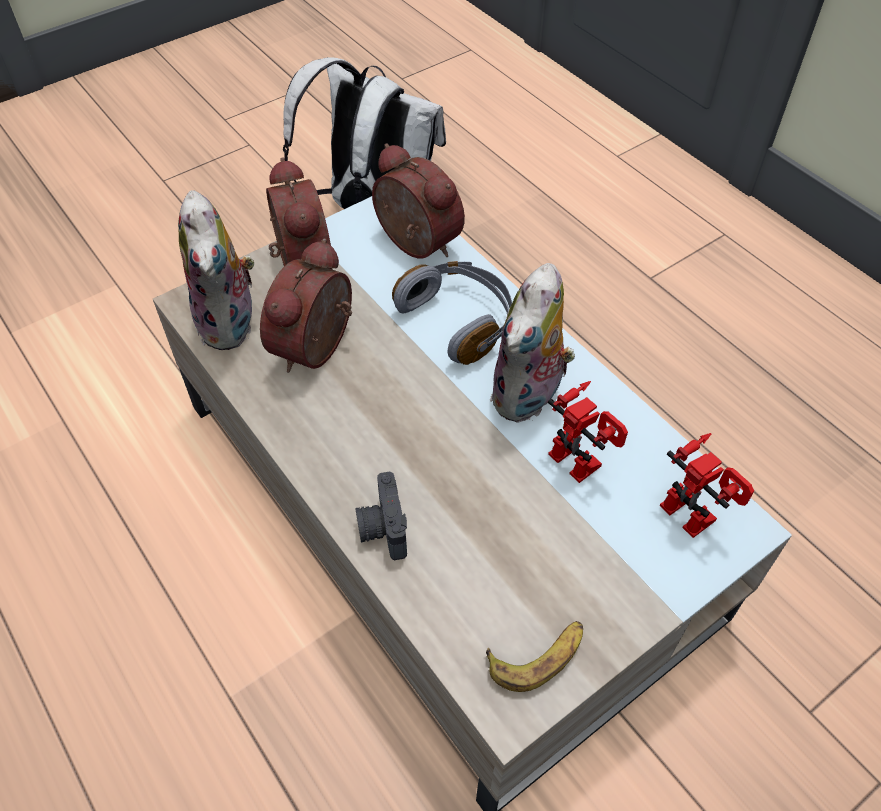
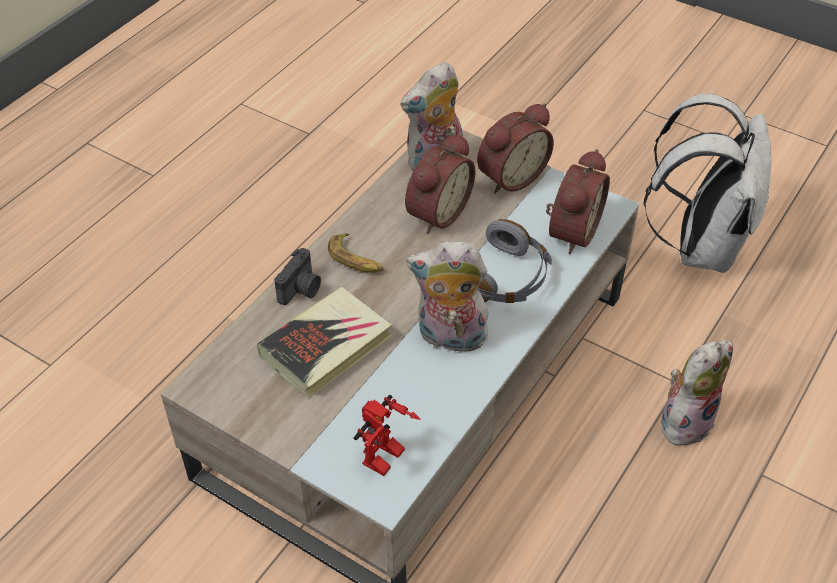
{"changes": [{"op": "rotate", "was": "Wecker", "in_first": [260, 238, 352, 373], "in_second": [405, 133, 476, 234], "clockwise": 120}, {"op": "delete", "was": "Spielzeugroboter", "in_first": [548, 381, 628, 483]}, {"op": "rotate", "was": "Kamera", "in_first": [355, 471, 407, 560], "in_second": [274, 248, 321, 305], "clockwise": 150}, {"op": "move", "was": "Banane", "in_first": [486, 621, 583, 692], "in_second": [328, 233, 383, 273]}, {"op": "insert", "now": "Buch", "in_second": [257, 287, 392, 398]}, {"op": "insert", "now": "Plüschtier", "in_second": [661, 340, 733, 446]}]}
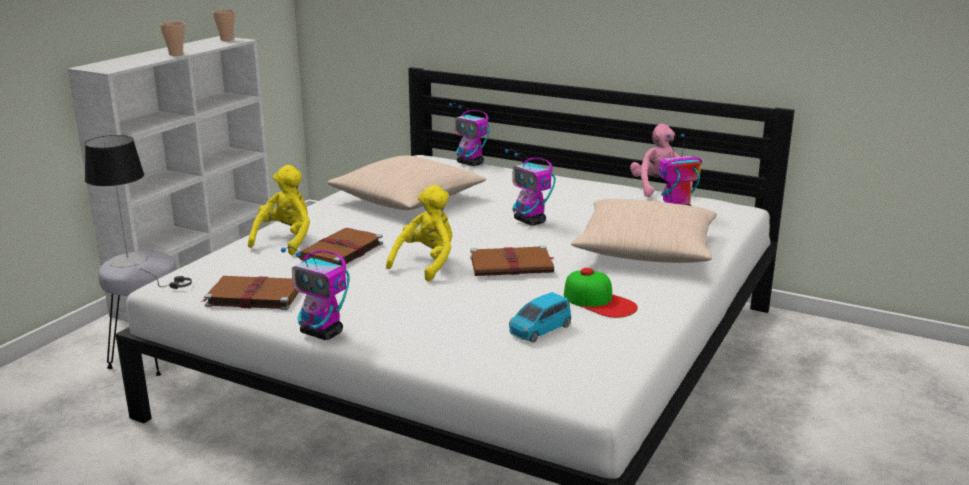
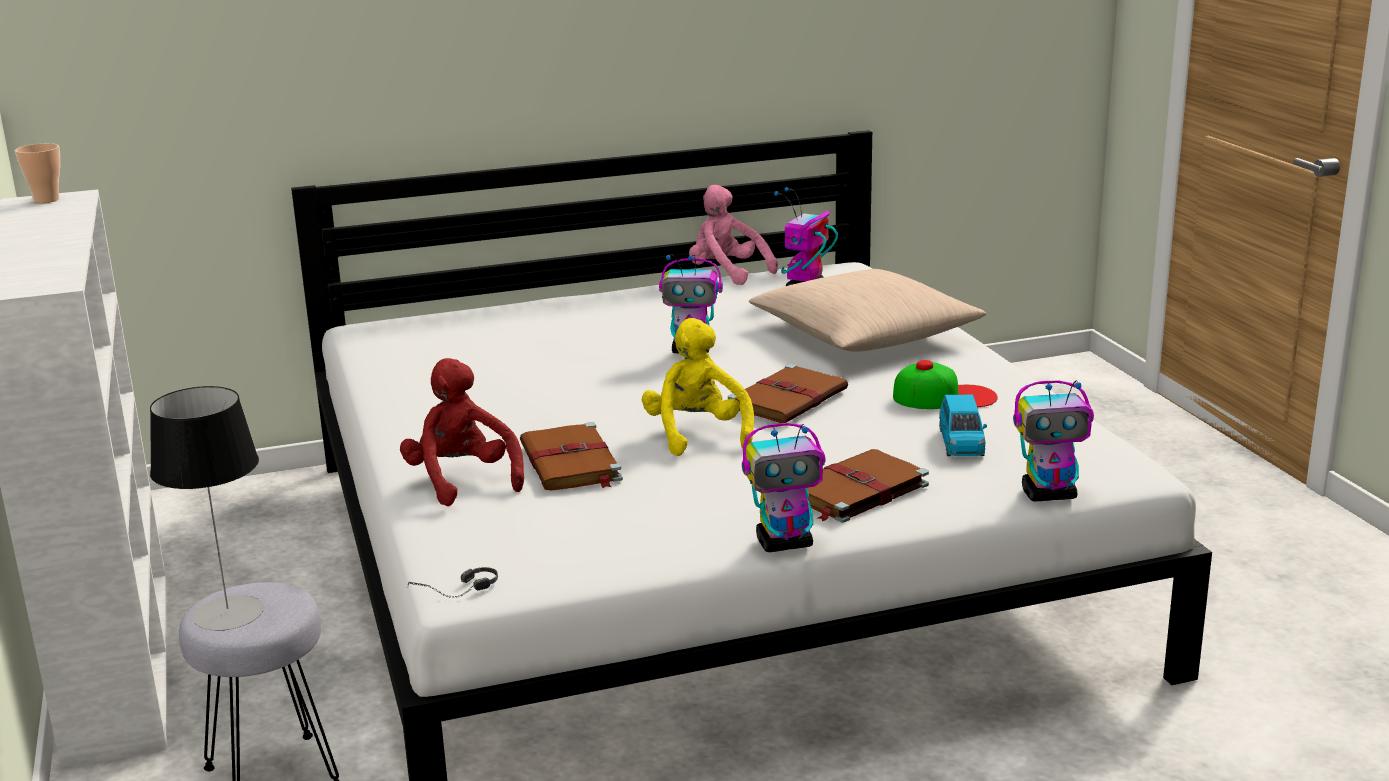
{"changes": [{"op": "delete", "was": "Tasse", "in_first": [160, 22, 185, 56]}, {"op": "move", "was": "Spielzeugroboter", "in_first": [449, 103, 490, 166], "in_second": [1013, 380, 1094, 502]}, {"op": "delete", "was": "Kissen (beige)", "in_first": [327, 156, 486, 210]}, {"op": "recolor", "was": "Plüschtier (gelb)", "now": "Plüschtier (rot)", "in_first": [248, 165, 310, 255], "in_second": [400, 358, 524, 506]}, {"op": "move", "was": "Buch (braun)", "in_first": [201, 276, 299, 310], "in_second": [807, 449, 929, 523]}]}
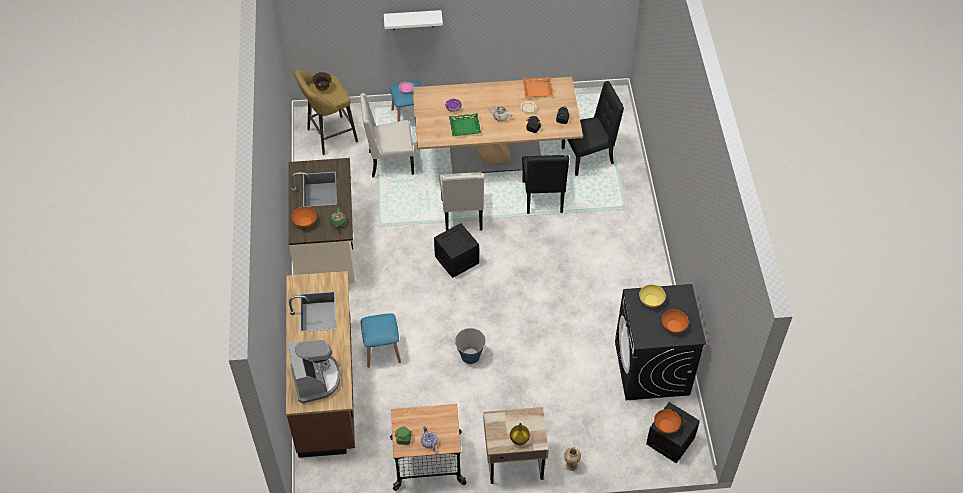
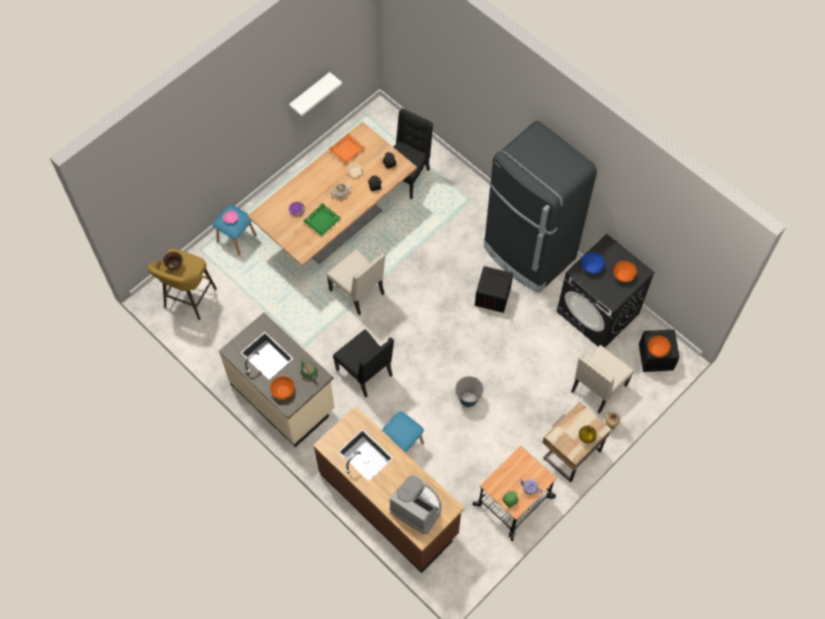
{"changes": [{"op": "move", "was": "Wandregal (weiß)", "in_first": [384, 10, 443, 30], "in_second": [289, 72, 342, 116]}, {"op": "move", "was": "Stuhl (beige)", "in_first": [360, 93, 414, 177], "in_second": [571, 345, 634, 414]}, {"op": "move", "was": "Stuhl (schwarz)", "in_first": [522, 155, 570, 214], "in_second": [333, 329, 394, 398]}, {"op": "move", "was": "Kiste", "in_first": [434, 223, 479, 278], "in_second": [475, 266, 513, 313]}, {"op": "recolor", "was": "Schüssel (gelb)", "now": "Schüssel (blau)", "in_first": [639, 284, 666, 307], "in_second": [582, 253, 605, 274]}, {"op": "insert", "now": "Kühlschrank (schwarz)", "in_second": [483, 121, 597, 293]}]}
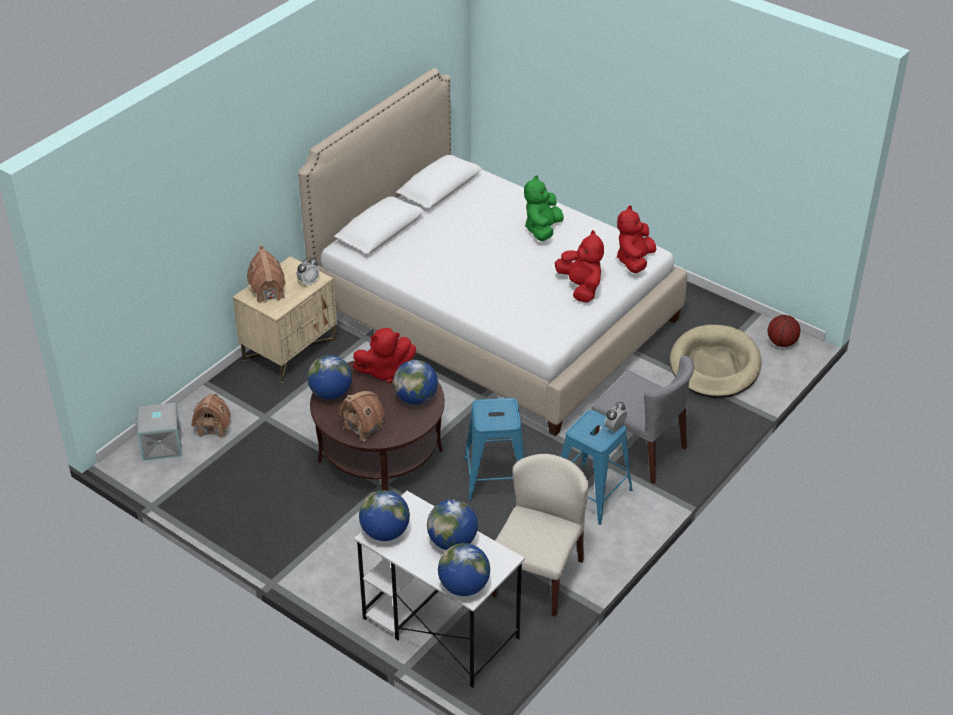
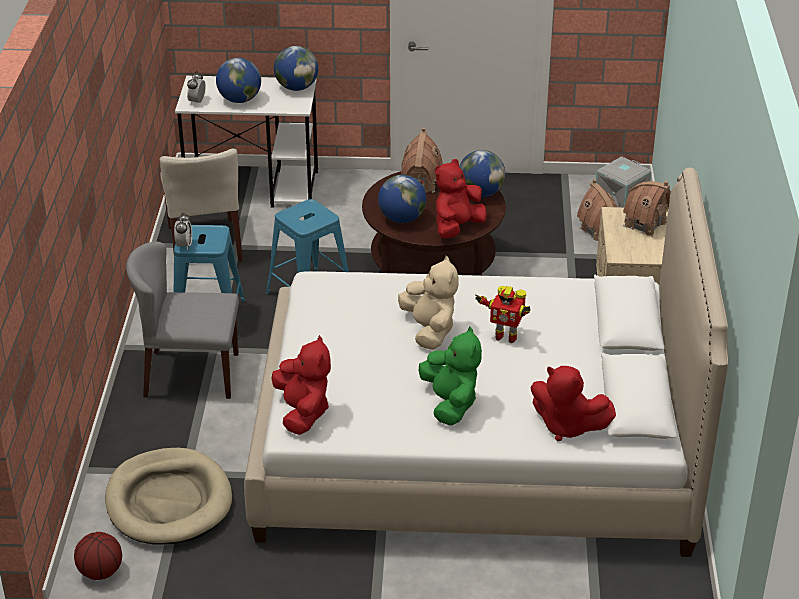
{"changes": [{"op": "move", "was": "Plüschtier (rot)", "in_first": [555, 230, 604, 303], "in_second": [531, 366, 616, 441]}, {"op": "move", "was": "Wecker", "in_first": [297, 257, 320, 286], "in_second": [187, 71, 206, 105]}, {"op": "delete", "was": "Globus", "in_first": [438, 543, 490, 596]}, {"op": "insert", "now": "Plüschtier (beige)", "in_second": [398, 256, 459, 350]}, {"op": "insert", "now": "Spielzeugroboter", "in_second": [475, 286, 530, 343]}]}
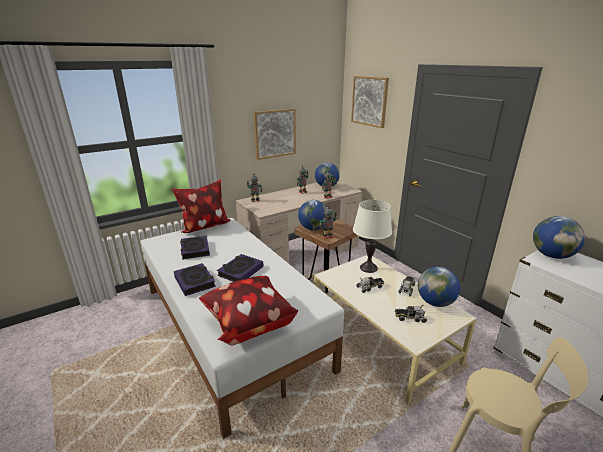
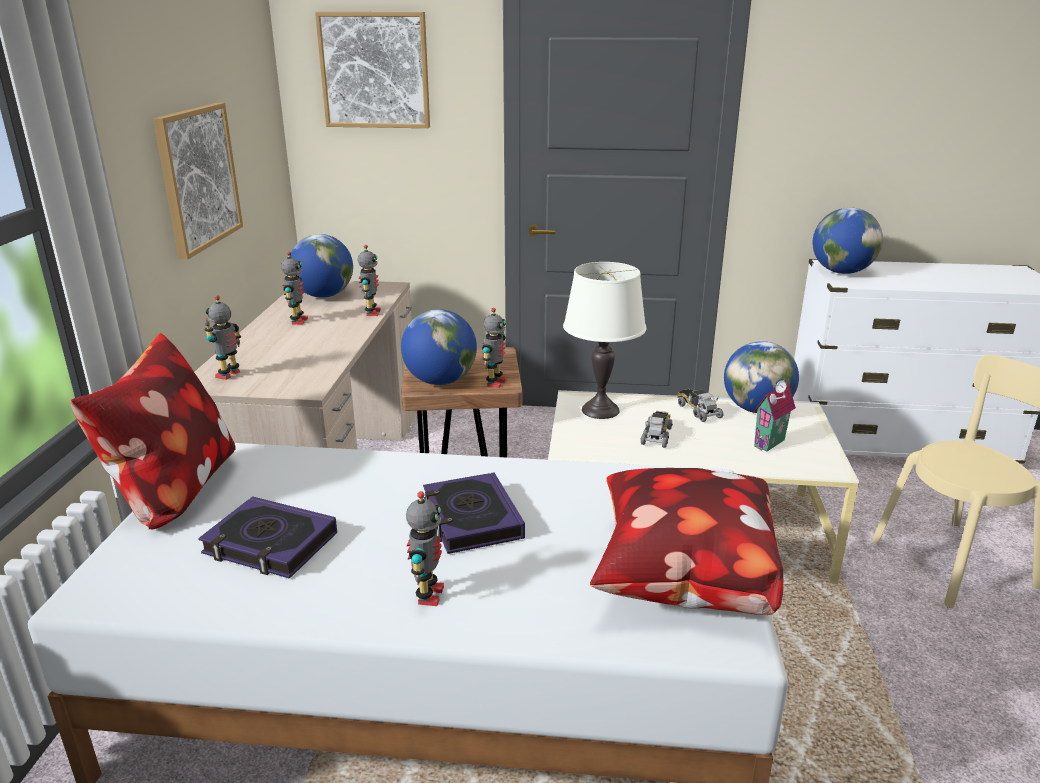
{"changes": [{"op": "replace", "was": "Buch", "now": "Spielzeugroboter", "in_first": [174, 263, 216, 296], "in_second": [406, 491, 444, 606]}, {"op": "replace", "was": "Spielzeuglaster", "now": "Spielzeughaus", "in_first": [395, 306, 427, 323], "in_second": [753, 380, 796, 451]}]}
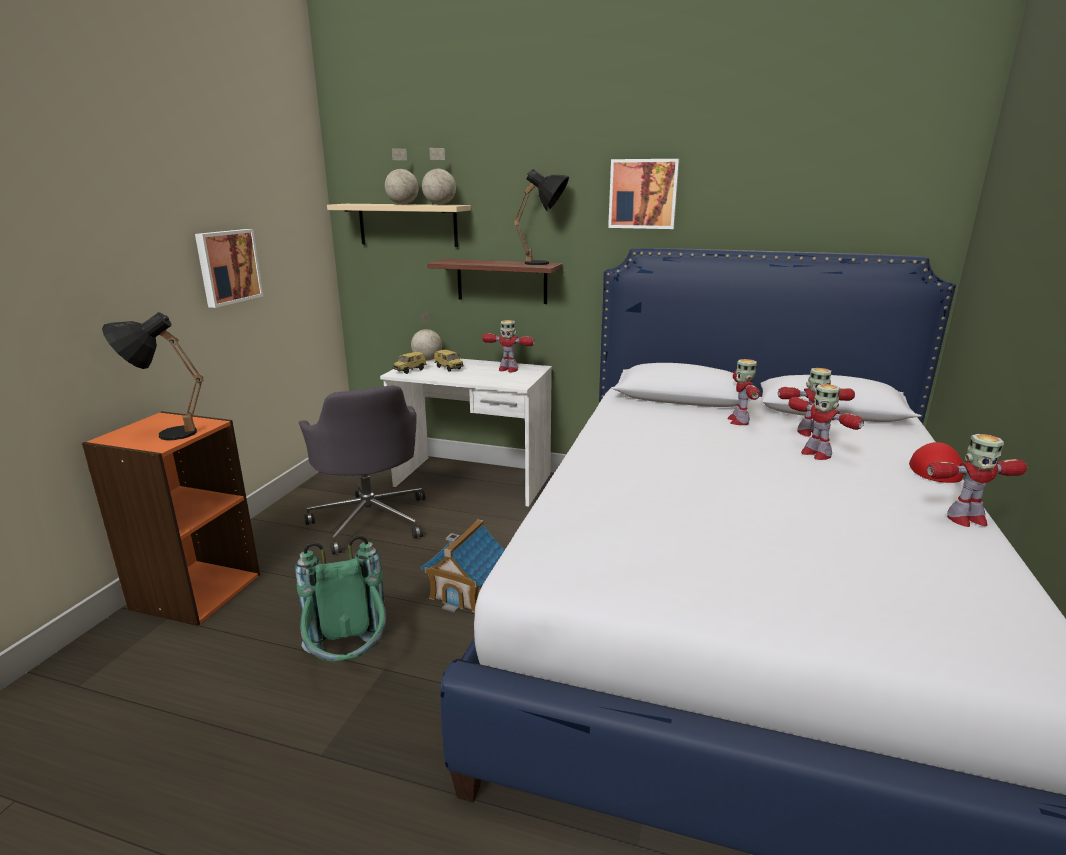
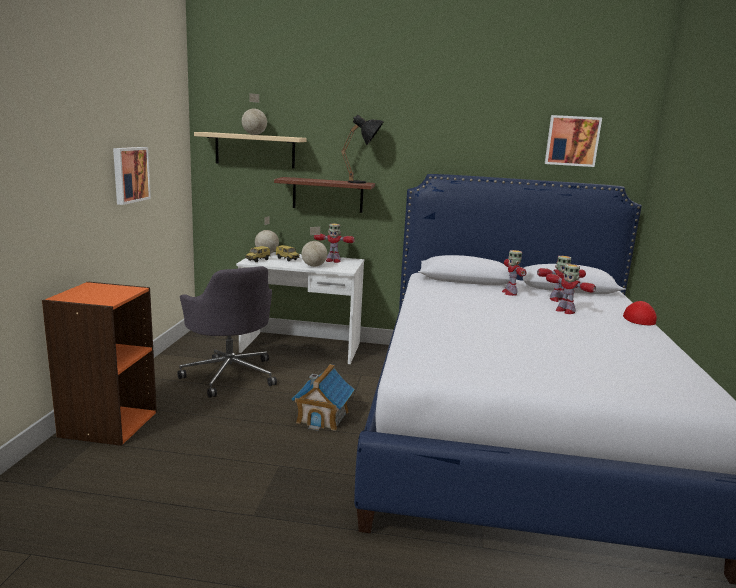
{"changes": [{"op": "move", "was": "Globus", "in_first": [422, 148, 456, 205], "in_second": [302, 226, 327, 267]}, {"op": "move", "was": "Bild", "in_first": [608, 159, 679, 229], "in_second": [545, 115, 602, 167]}, {"op": "delete", "was": "Tischlampe (schwarz)", "in_first": [102, 312, 204, 440]}, {"op": "delete", "was": "Spielzeugroboter", "in_first": [927, 434, 1027, 527]}, {"op": "delete", "was": "Rucksack (grün)", "in_first": [295, 535, 386, 662]}]}
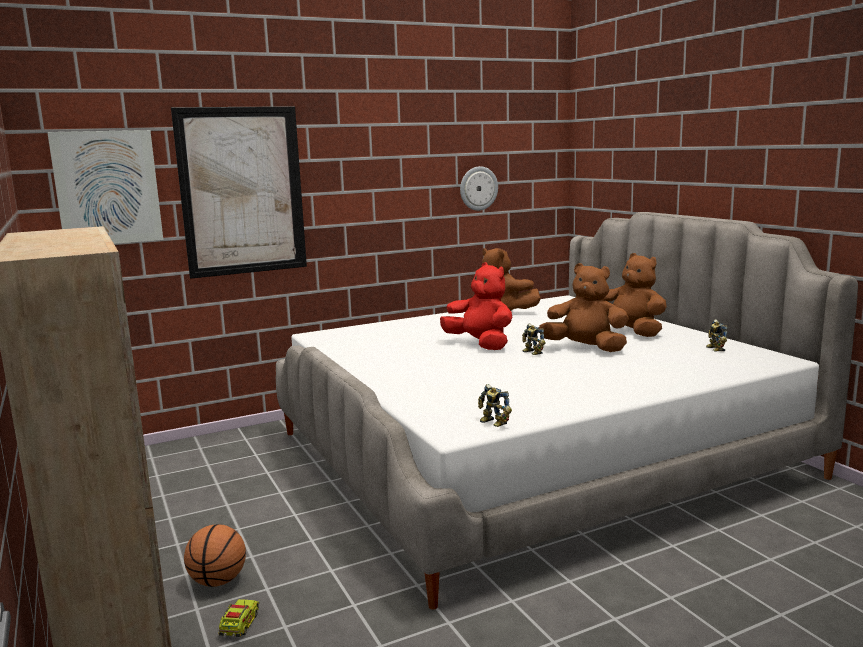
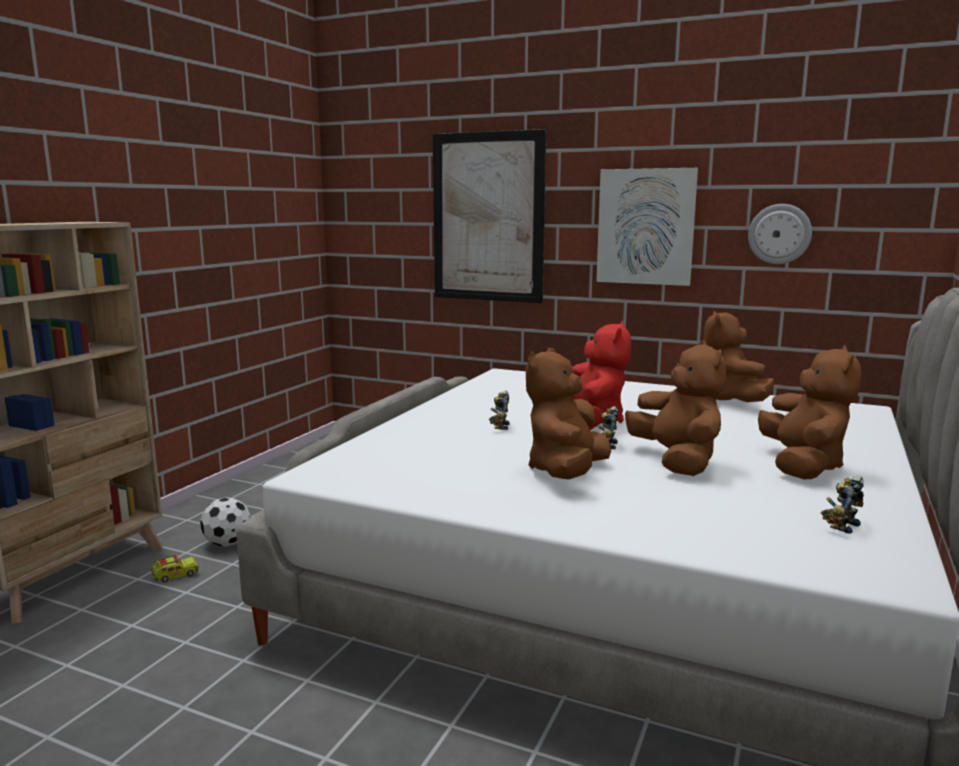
{"changes": [{"op": "move", "was": "Bild", "in_first": [47, 130, 163, 244], "in_second": [596, 168, 698, 286]}, {"op": "move", "was": "Spielzeugroboter", "in_first": [478, 384, 512, 427], "in_second": [489, 390, 510, 430]}, {"op": "replace", "was": "Basketball", "now": "Fußball", "in_first": [184, 524, 246, 587], "in_second": [200, 497, 251, 546]}, {"op": "insert", "now": "Plüschtier (braun)", "in_second": [526, 348, 611, 479]}]}
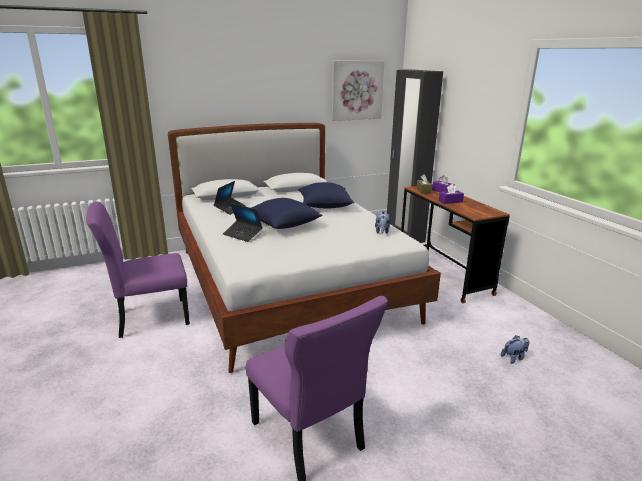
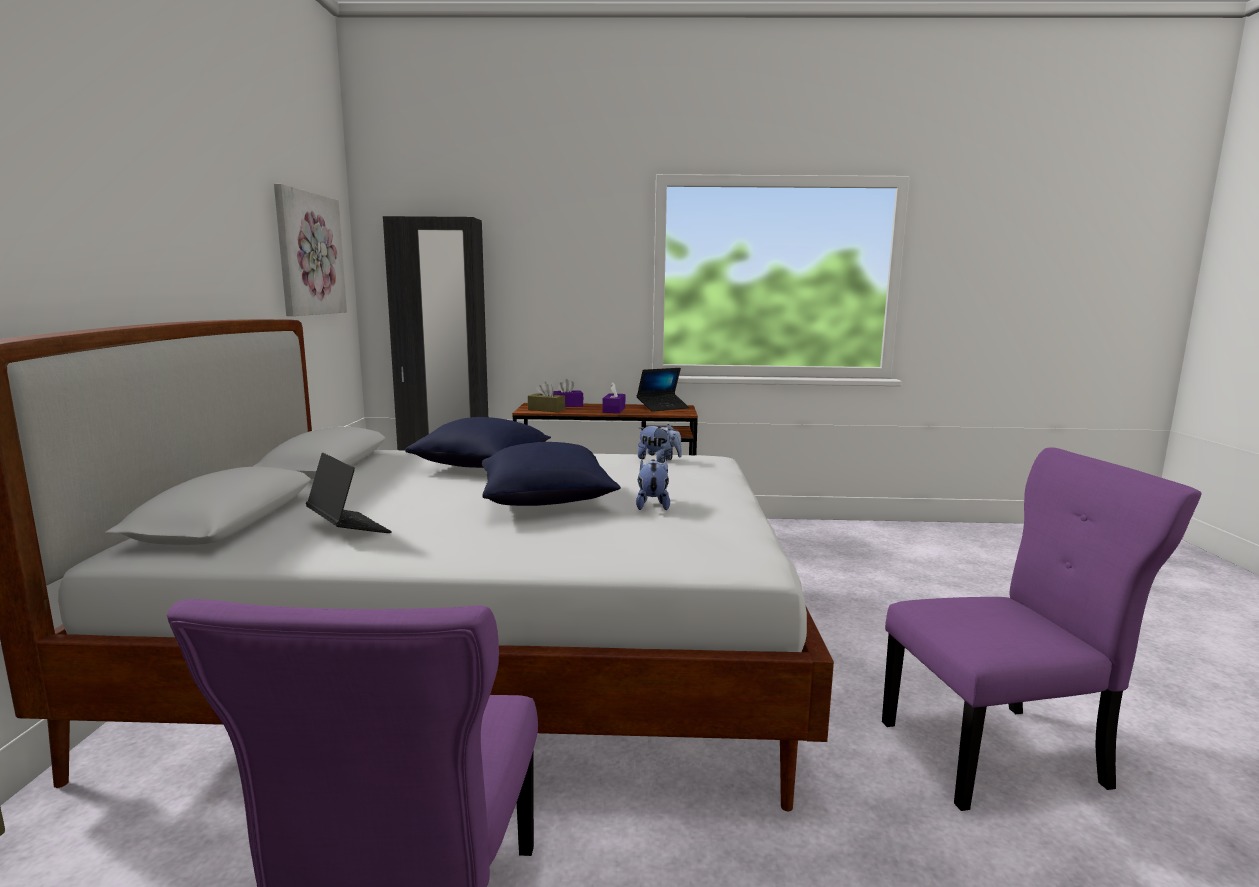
{"changes": [{"op": "move", "was": "Laptop", "in_first": [223, 203, 263, 242], "in_second": [637, 368, 689, 412]}, {"op": "move", "was": "Plüschtier", "in_first": [501, 335, 529, 364], "in_second": [636, 459, 670, 510]}]}
